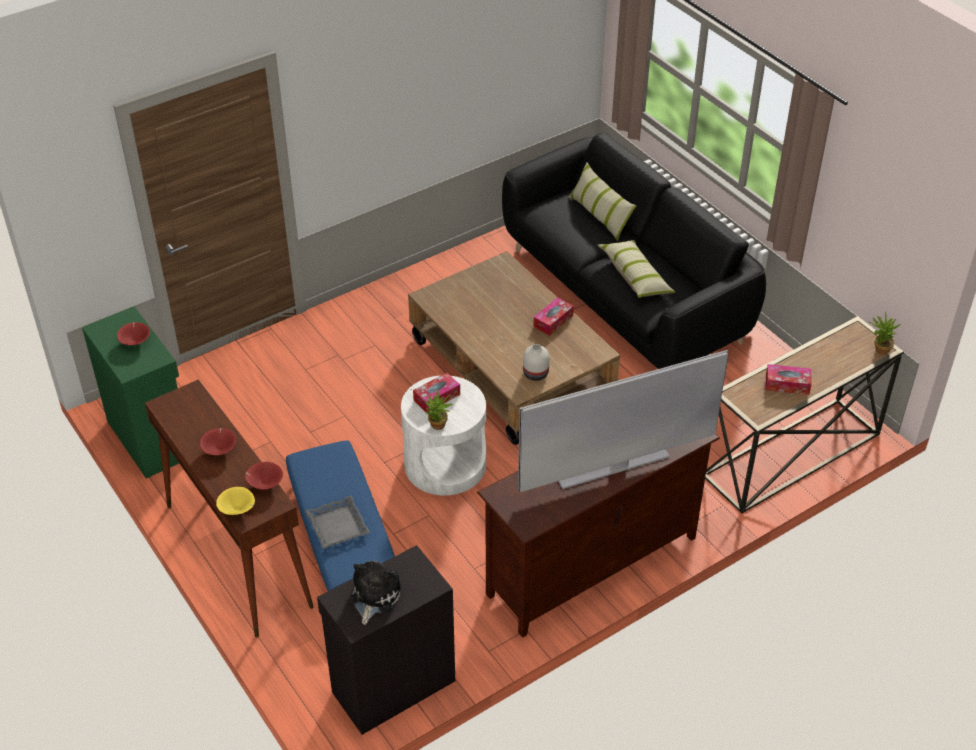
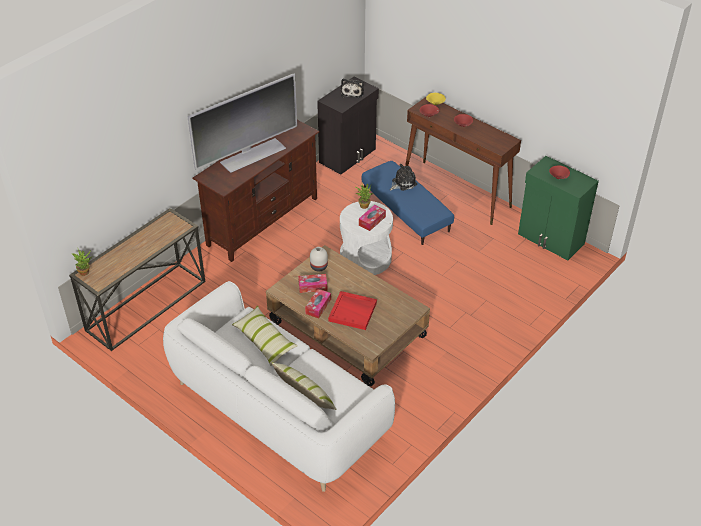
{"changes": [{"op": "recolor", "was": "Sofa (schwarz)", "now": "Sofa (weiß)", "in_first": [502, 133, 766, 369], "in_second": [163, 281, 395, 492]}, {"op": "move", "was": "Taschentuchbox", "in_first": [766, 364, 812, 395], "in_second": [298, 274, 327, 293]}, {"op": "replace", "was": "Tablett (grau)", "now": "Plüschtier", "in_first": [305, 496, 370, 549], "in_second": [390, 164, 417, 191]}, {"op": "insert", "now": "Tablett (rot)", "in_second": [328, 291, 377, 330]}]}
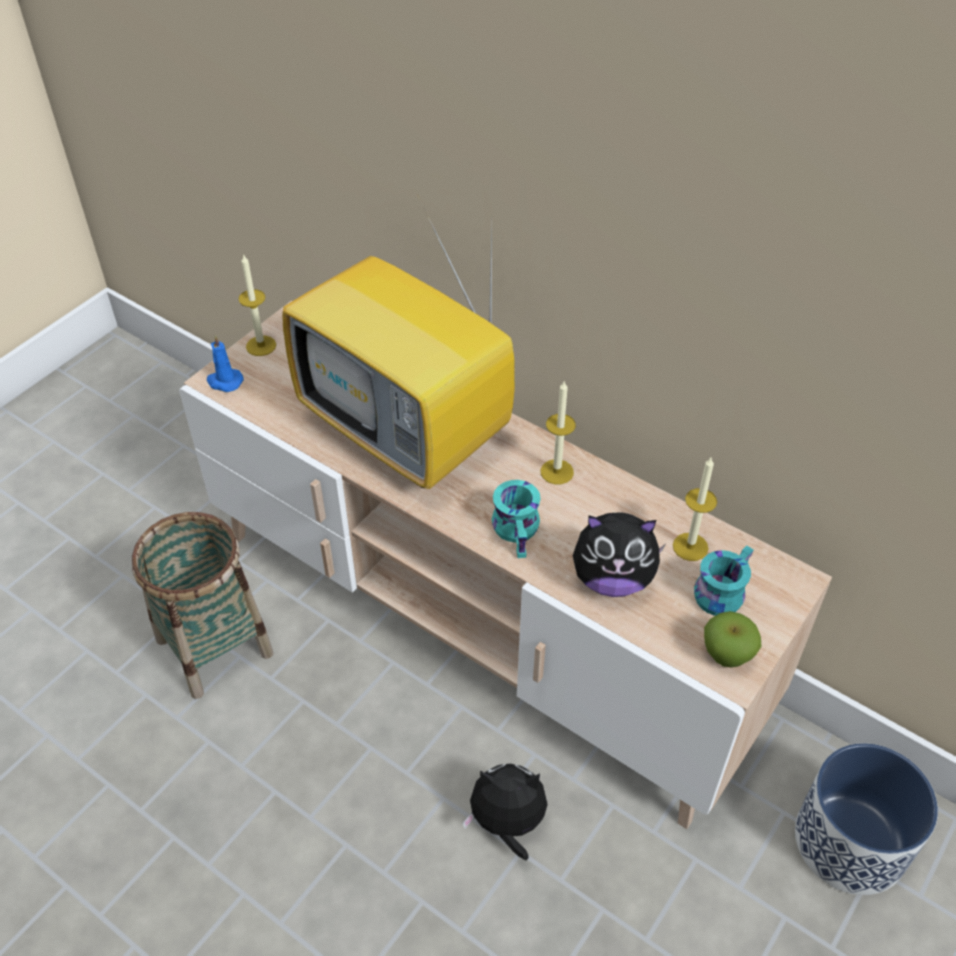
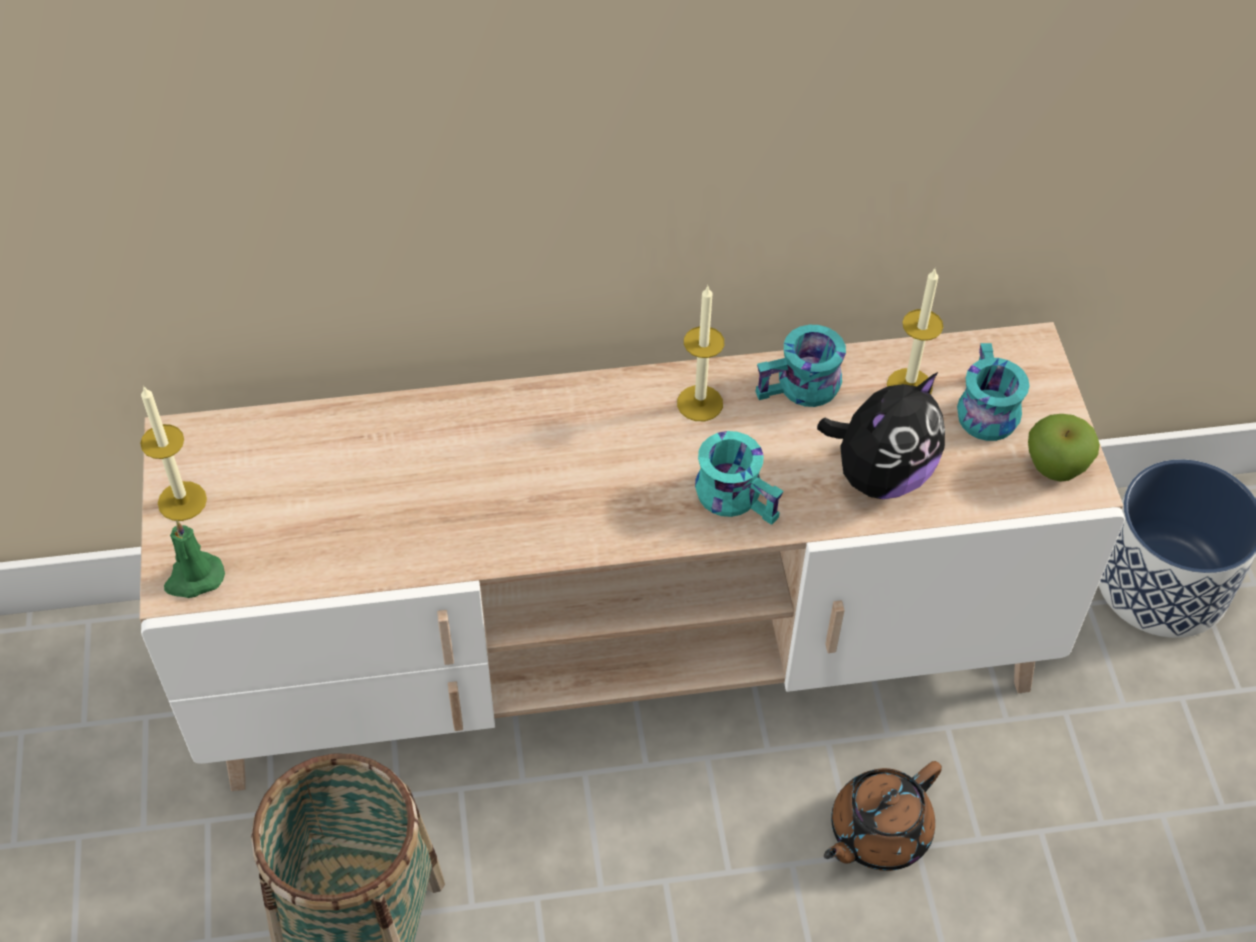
{"changes": [{"op": "delete", "was": "Fernseher", "in_first": [282, 209, 515, 489]}, {"op": "recolor", "was": "Kerze (blau)", "now": "Kerze (grün)", "in_first": [207, 335, 244, 392], "in_second": [164, 520, 225, 598]}, {"op": "replace", "was": "Plüschtier", "now": "Teekanne (braun)", "in_first": [462, 764, 548, 860], "in_second": [824, 761, 942, 871]}, {"op": "insert", "now": "Henkelbecher (türkis)", "in_second": [756, 325, 846, 407]}]}
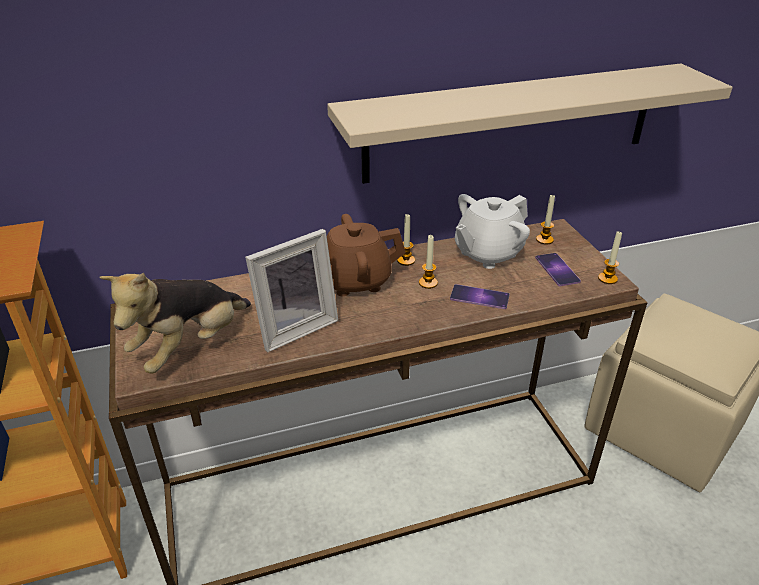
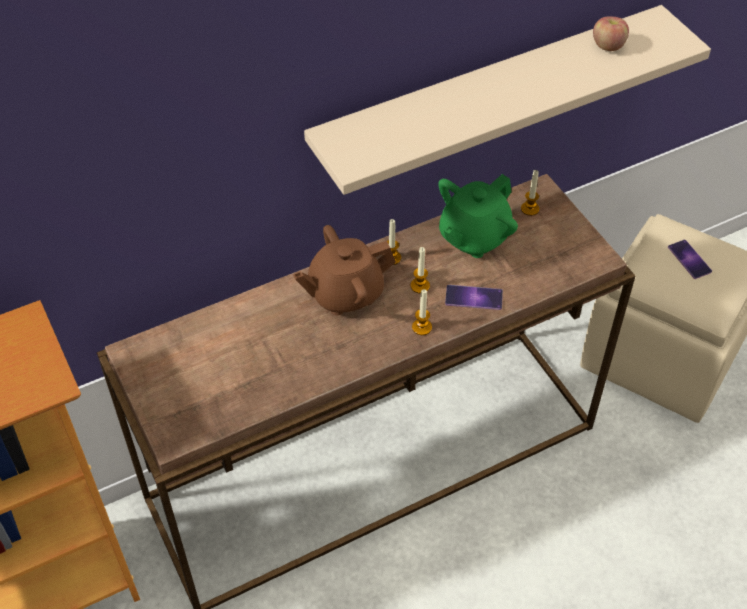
{"changes": [{"op": "recolor", "was": "Teekanne (weiß)", "now": "Teekanne (grün)", "in_first": [455, 194, 530, 269], "in_second": [438, 174, 518, 258]}, {"op": "delete", "was": "Bilderrahmen", "in_first": [245, 229, 338, 352]}, {"op": "move", "was": "Kerze", "in_first": [598, 231, 622, 284], "in_second": [412, 289, 432, 335]}, {"op": "move", "was": "Handy", "in_first": [535, 253, 581, 286], "in_second": [668, 240, 712, 279]}, {"op": "delete", "was": "Plüschtier", "in_first": [99, 272, 251, 374]}, {"op": "insert", "now": "Apfel", "in_second": [593, 16, 629, 51]}]}
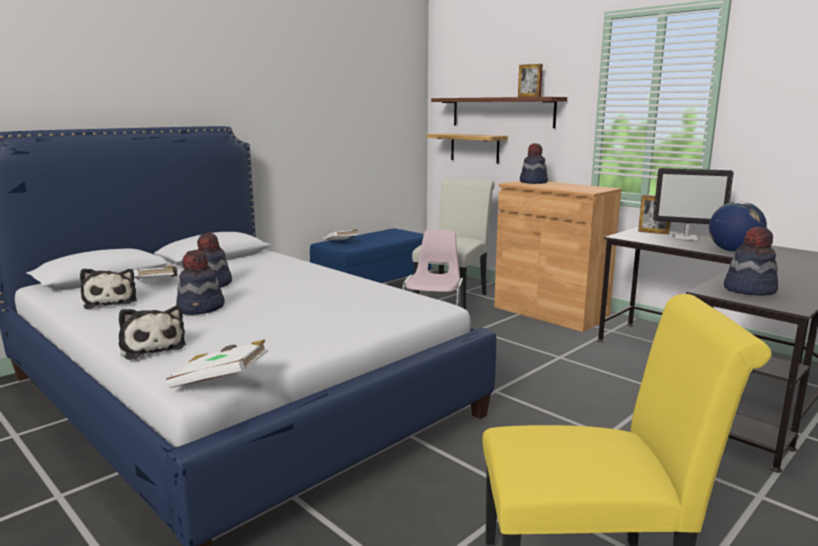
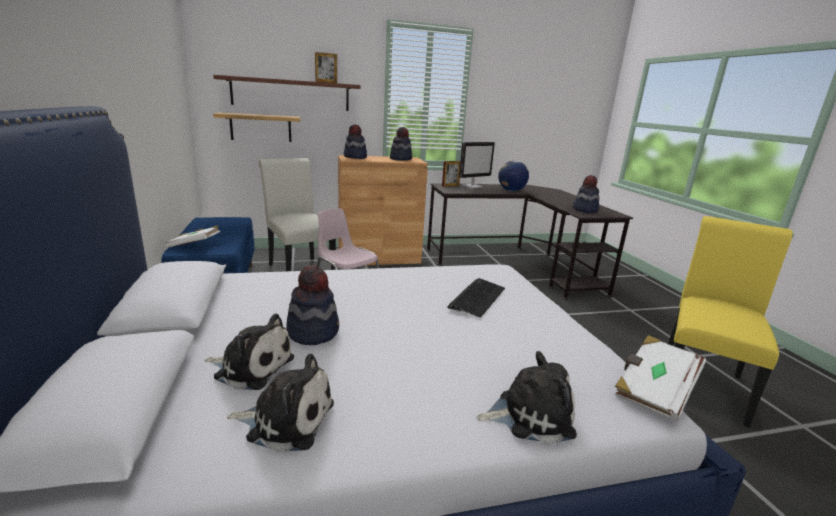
{"changes": [{"op": "move", "was": "Hut", "in_first": [176, 249, 224, 315], "in_second": [390, 127, 412, 161]}, {"op": "replace", "was": "Buch (weiß)", "now": "Plüschtier", "in_first": [133, 266, 177, 280], "in_second": [205, 314, 294, 390]}, {"op": "insert", "now": "Tastatur", "in_second": [447, 278, 505, 318]}]}
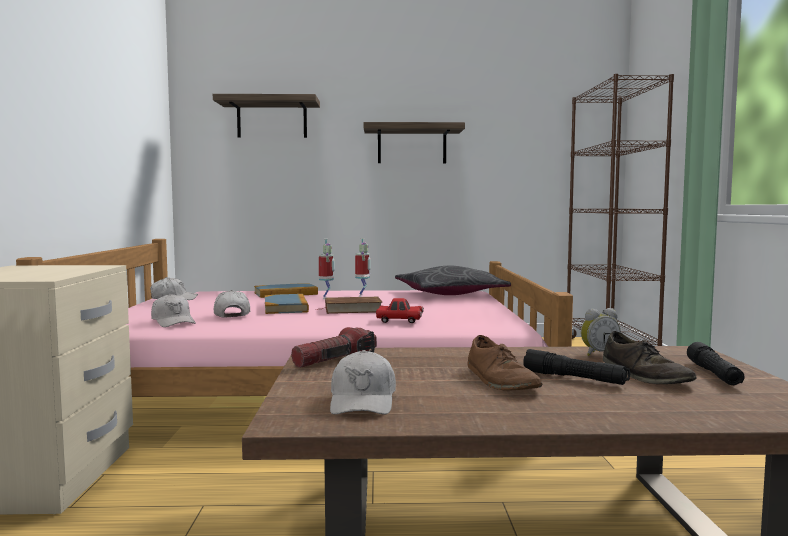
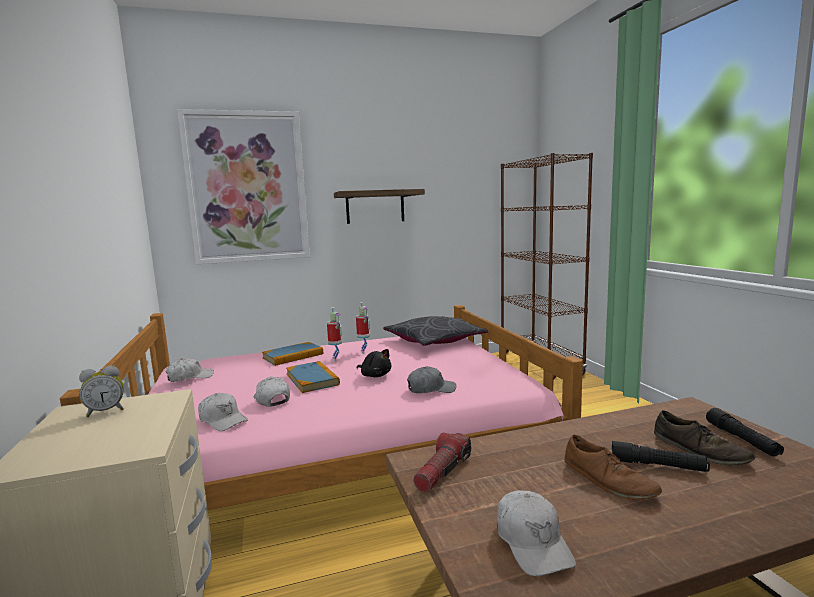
{"changes": [{"op": "replace", "was": "Wandregal", "now": "Bild", "in_first": [213, 94, 320, 138], "in_second": [177, 109, 310, 264]}, {"op": "replace", "was": "Buch (braun)", "now": "Plüschtier (schwarz)", "in_first": [322, 297, 382, 314], "in_second": [356, 349, 391, 377]}, {"op": "replace", "was": "Spielzeugauto (rot)", "now": "Kappe (grau)", "in_first": [376, 298, 424, 323], "in_second": [407, 366, 456, 393]}, {"op": "move", "was": "Wecker", "in_first": [581, 308, 621, 356], "in_second": [79, 365, 124, 417]}]}
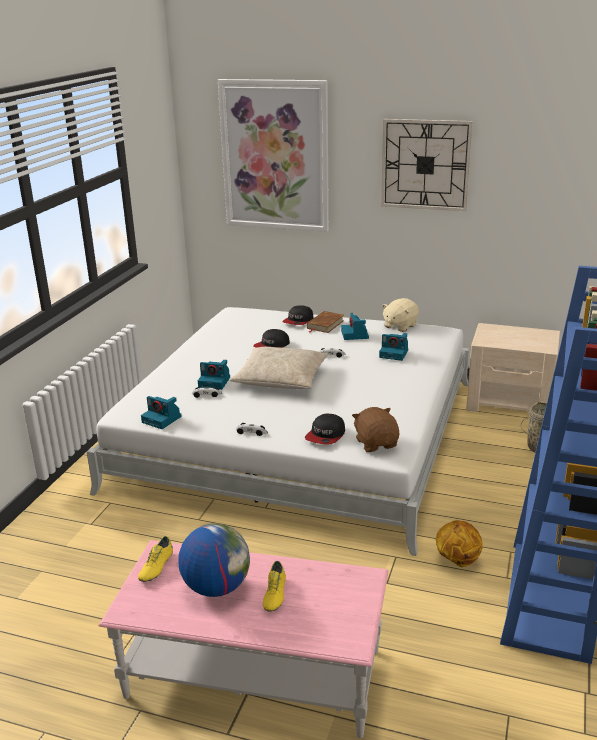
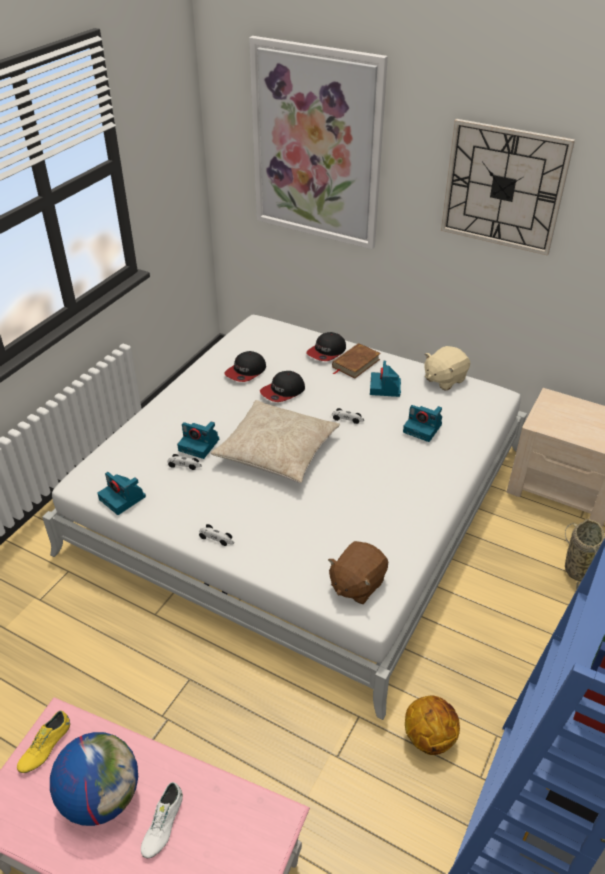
{"changes": [{"op": "rotate", "was": "Plüschtier (braun)", "in_first": [352, 407, 399, 452], "in_second": [328, 541, 388, 604], "clockwise": -135}, {"op": "move", "was": "Kappe", "in_first": [305, 414, 345, 445], "in_second": [224, 351, 266, 382]}, {"op": "recolor", "was": "Schuh (gelb)", "now": "Schuh (weiß)", "in_first": [263, 561, 286, 612], "in_second": [141, 782, 183, 858]}]}
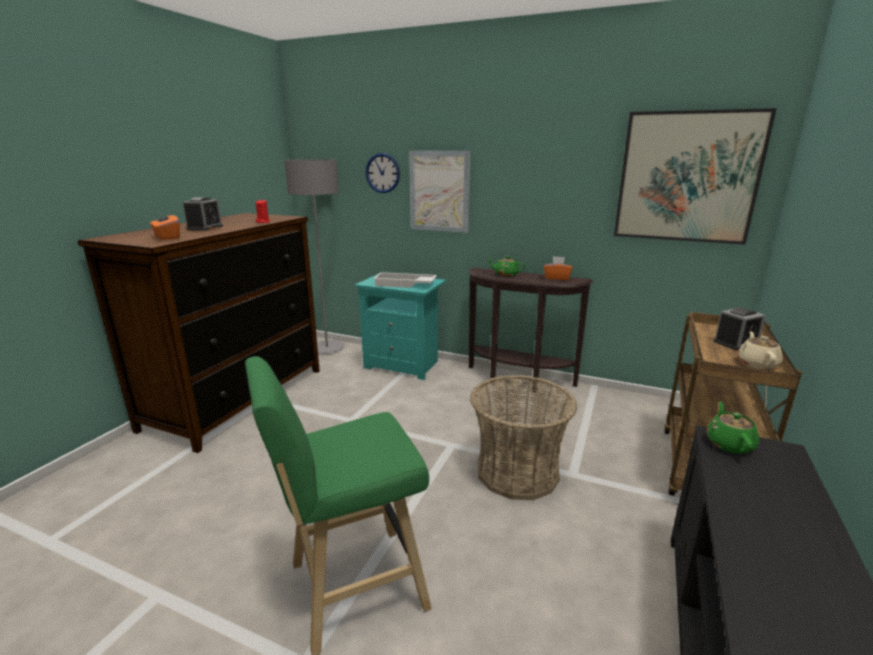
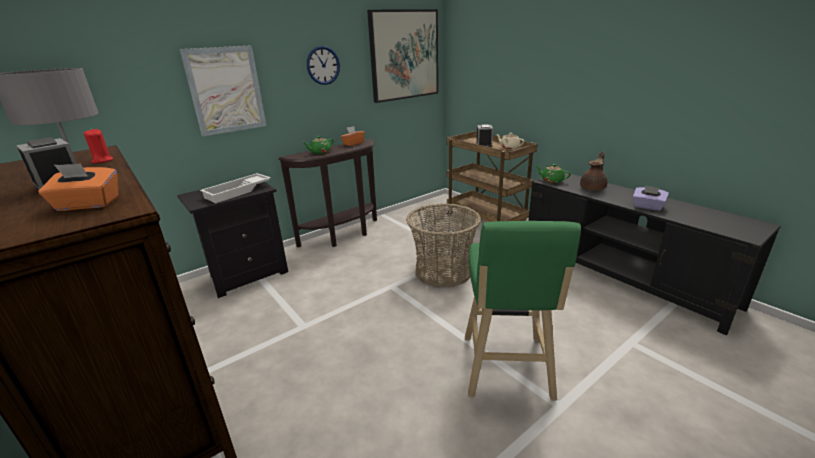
{"changes": [{"op": "move", "was": "Wanduhr", "in_first": [366, 153, 400, 193], "in_second": [307, 46, 340, 85]}, {"op": "recolor", "was": "Nachttisch (türkis)", "now": "Nachttisch (schwarz)", "in_first": [355, 274, 446, 380], "in_second": [177, 182, 288, 298]}, {"op": "insert", "now": "Teekanne (braun)", "in_second": [580, 151, 607, 191]}, {"op": "insert", "now": "Taschentuchbox (lila)", "in_second": [633, 185, 669, 211]}]}
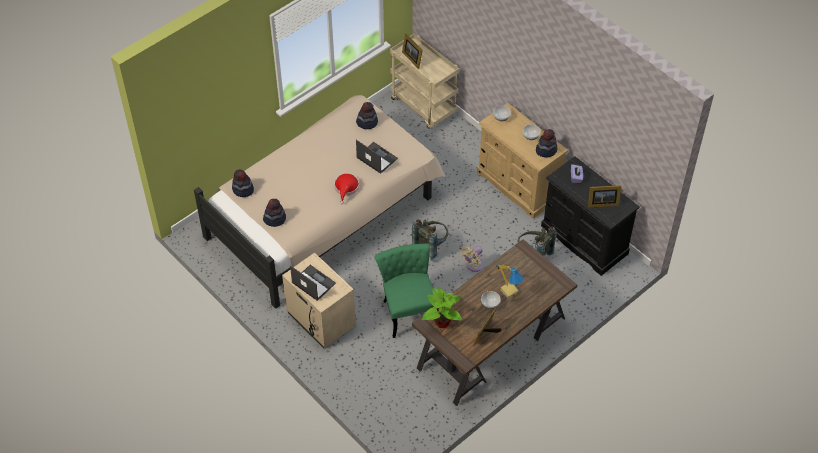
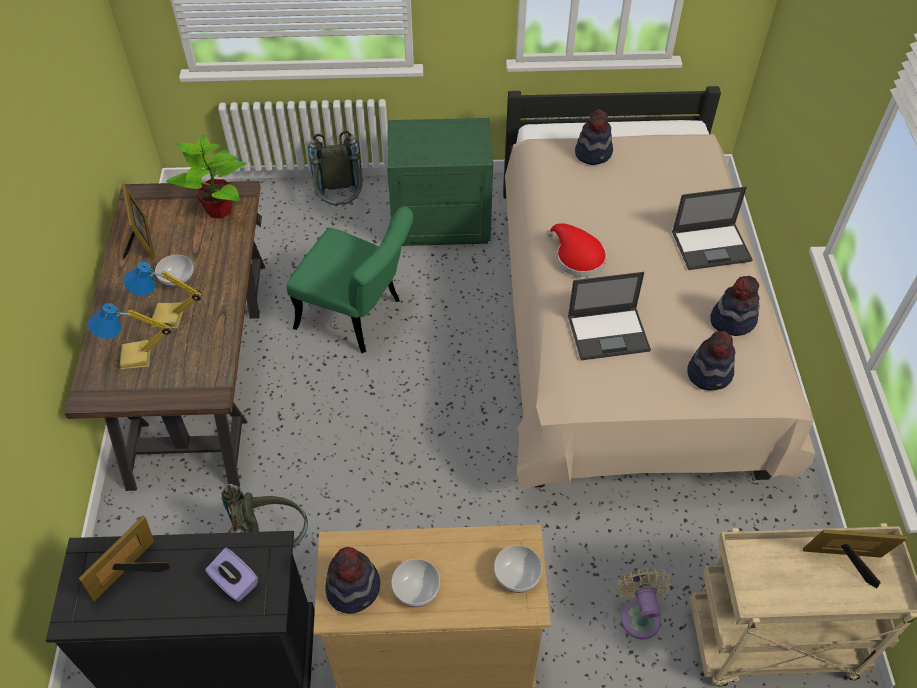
{"changes": [{"op": "move", "was": "Hut", "in_first": [232, 169, 254, 197], "in_second": [710, 276, 759, 336]}, {"op": "move", "was": "Rucksack (grau)", "in_first": [412, 220, 448, 261], "in_second": [308, 131, 363, 205]}, {"op": "move", "was": "Ventilator (beige)", "in_first": [461, 246, 484, 272], "in_second": [617, 568, 672, 639]}, {"op": "recolor", "was": "Nachttisch (beige)", "now": "Nachttisch (grün)", "in_first": [282, 253, 356, 348], "in_second": [387, 118, 493, 246]}, {"op": "move", "was": "Laptop", "in_first": [290, 265, 336, 301], "in_second": [672, 187, 753, 270]}, {"op": "insert", "now": "Tischlampe", "in_second": [87, 303, 172, 369]}]}
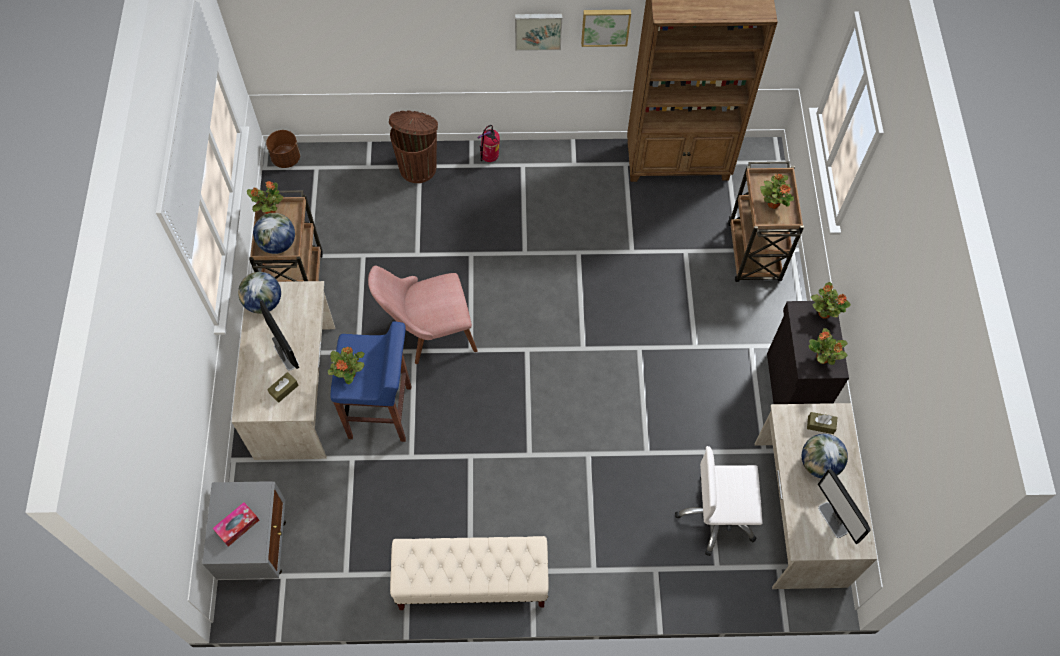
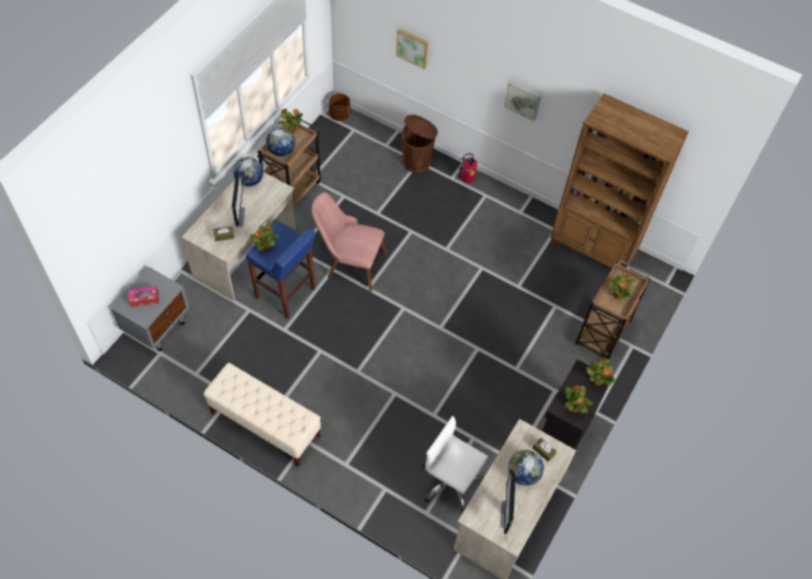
{"changes": [{"op": "move", "was": "Bild", "in_first": [581, 10, 631, 47], "in_second": [396, 29, 428, 69]}]}
